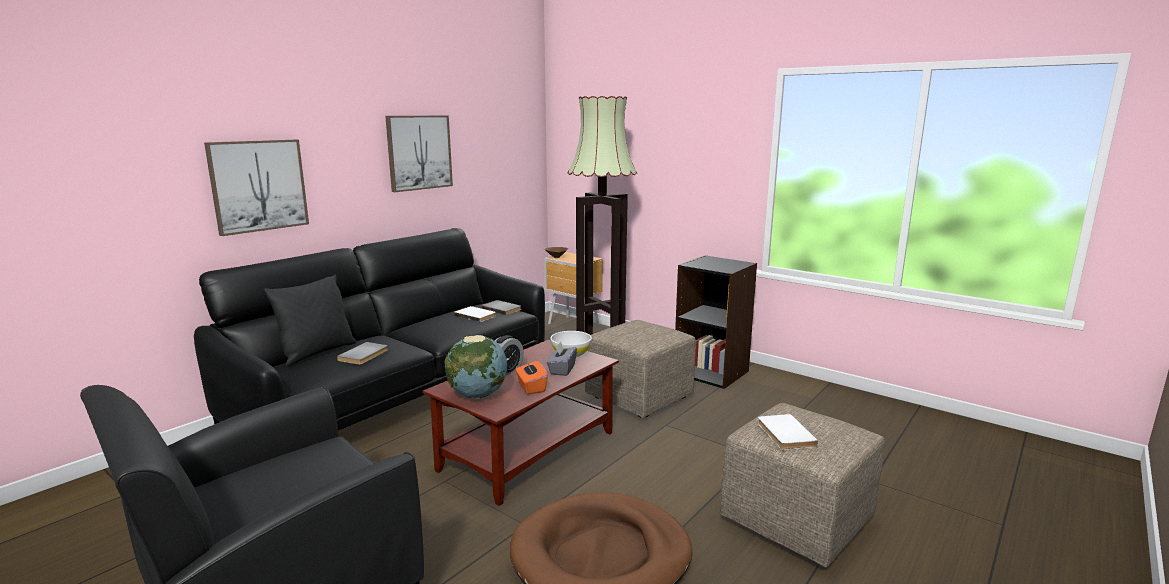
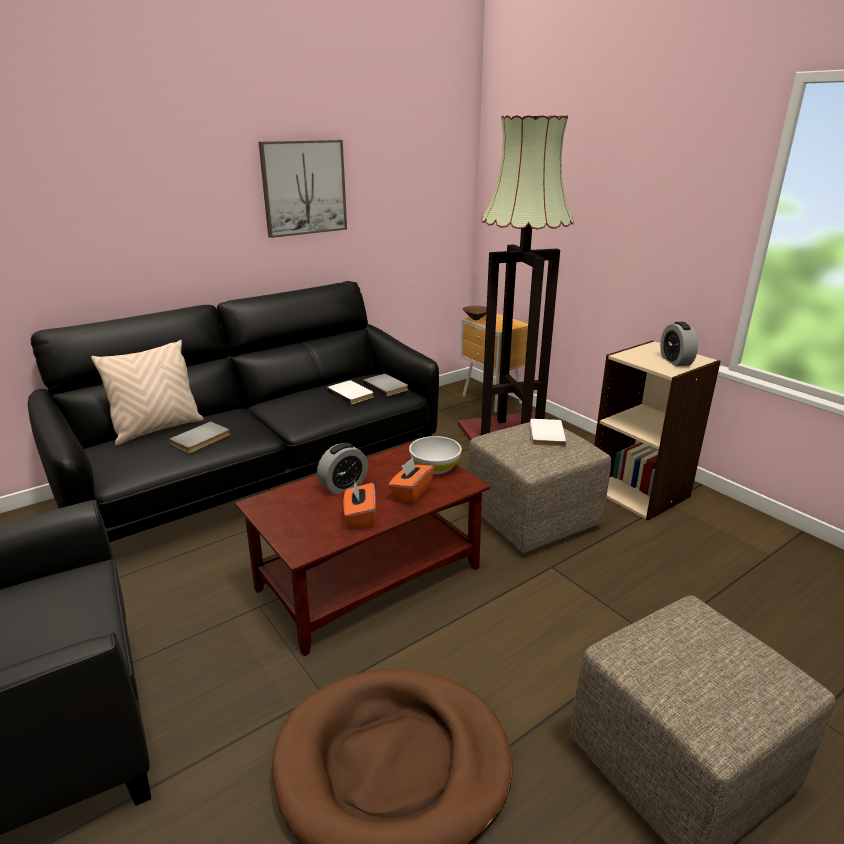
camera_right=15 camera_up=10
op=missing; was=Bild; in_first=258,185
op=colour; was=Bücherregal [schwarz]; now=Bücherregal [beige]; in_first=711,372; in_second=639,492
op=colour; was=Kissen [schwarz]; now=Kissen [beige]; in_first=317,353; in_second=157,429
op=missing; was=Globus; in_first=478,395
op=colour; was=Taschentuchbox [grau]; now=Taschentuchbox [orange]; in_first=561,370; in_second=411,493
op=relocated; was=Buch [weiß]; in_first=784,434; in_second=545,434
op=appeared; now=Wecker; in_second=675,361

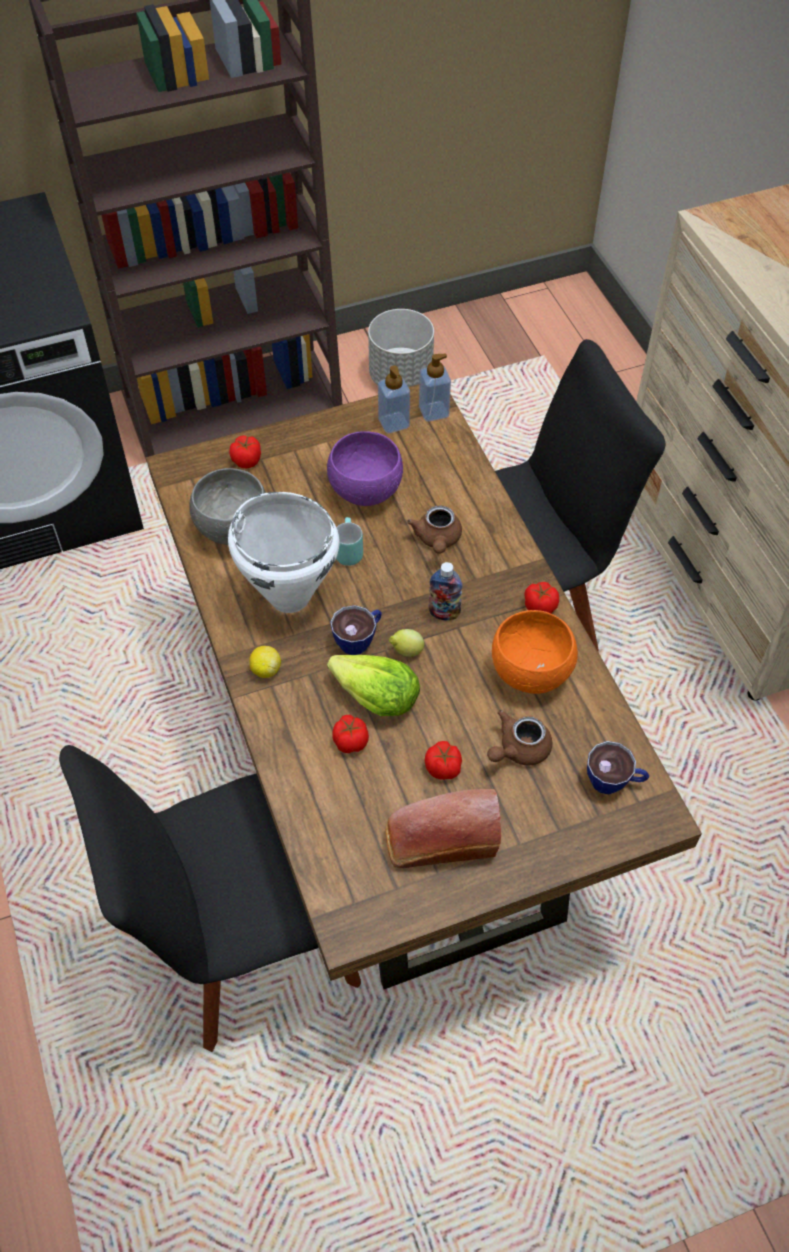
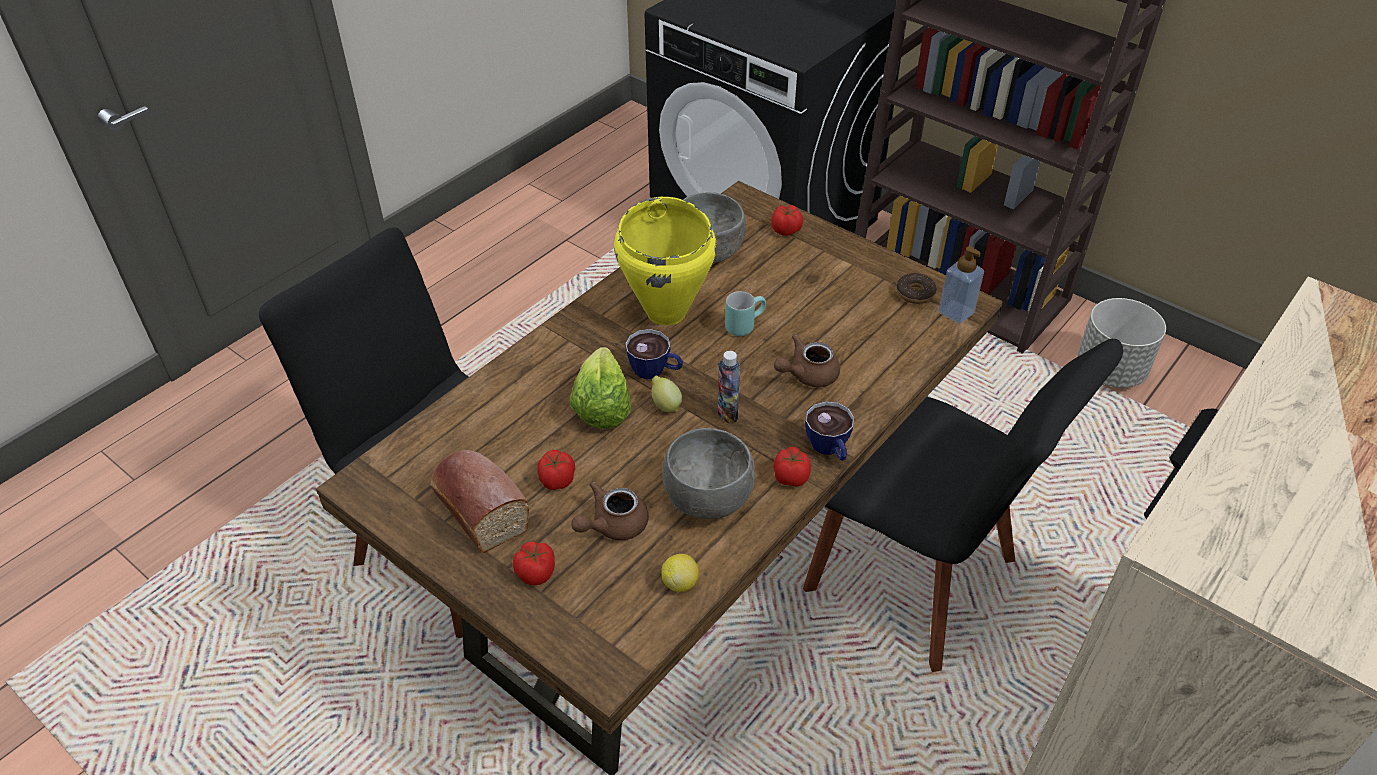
camera_right=60 camera_up=-10
op=exchanged; was=Seifenspender; now=Donut; in_first=393,423; in_second=915,293
op=missing; was=Schüssel [lila]; in_first=366,492
op=colour; was=Kochtopf [weiß]; now=Kochtopf [gelb]; in_first=289,596; in_second=667,312
op=colour; was=Schüssel [orange]; now=Schüssel [grau]; in_first=531,671; in_second=709,500
op=relocated; was=Zitrone; in_first=266,670; in_second=680,583
op=spun; was=Teekanne [braun]; in_first=518,749; in_second=612,525; clockwise=-60
op=relocated; was=Tomate; in_first=350,741; in_second=536,572
op=relocated; was=Tasse; in_first=614,782; in_second=829,449

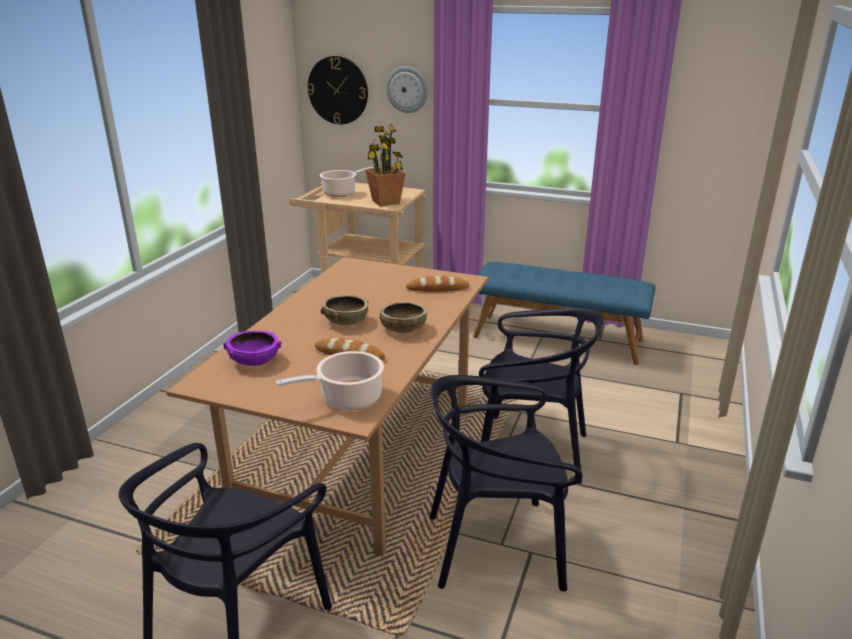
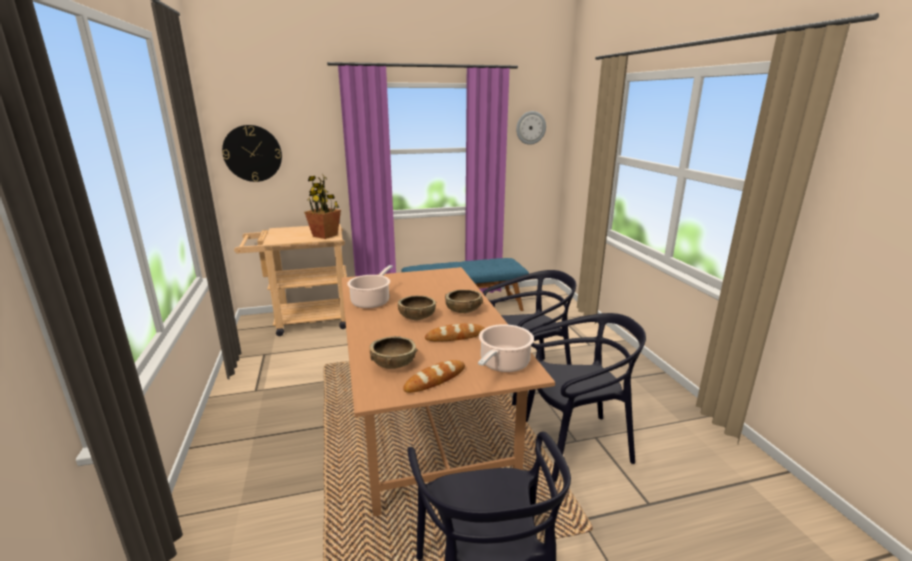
camera_right=-35 camera_up=-5
op=relocated; was=Wanduhr; in_first=407,89; in_second=530,127
op=relocated; was=Kochtopf; in_first=341,193; in_second=372,301
op=relocated; was=Brot; in_first=437,288; in_second=435,379
op=colour; was=Schüssel [lila]; now=Schüssel [braun]; in_first=254,361; in_second=393,364
op=spun; was=Stuhl [schwarz]; in_first=495,547; in_second=575,444; clockwise=-150

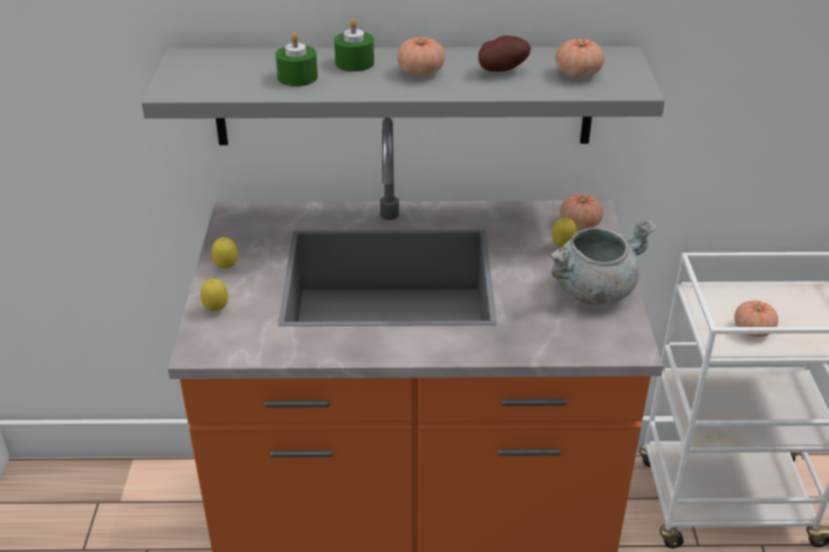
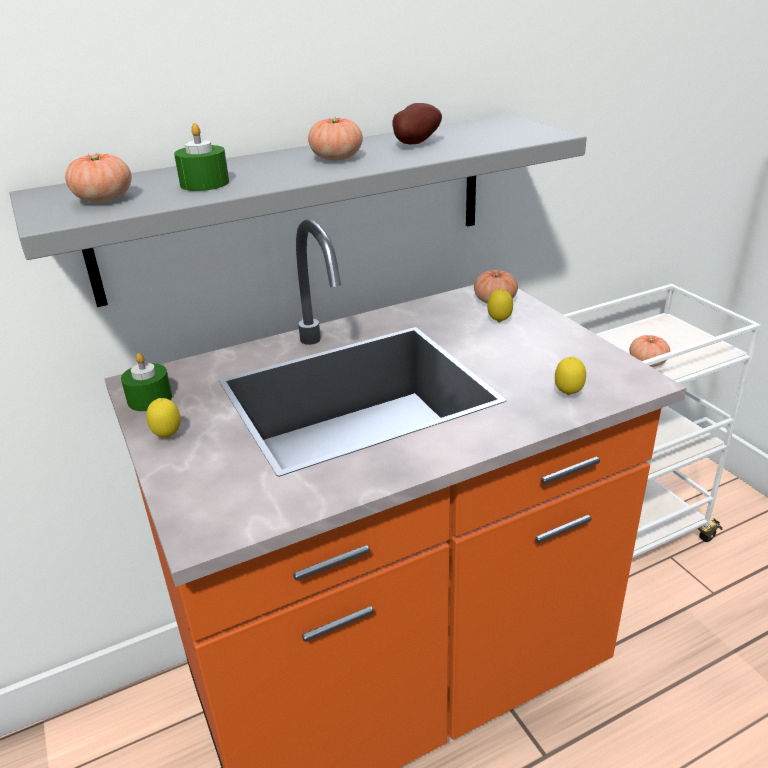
camera_right=-25 camera_up=-5
op=relocated; was=Kerze [grün]; in_first=354,63; in_second=150,399
op=relocated; was=Tomate; in_first=578,74; in_second=104,199
op=missing; was=Kochtopf [grau]; in_first=593,291
op=relocated; was=Zitrone; in_first=216,310; in_second=568,394

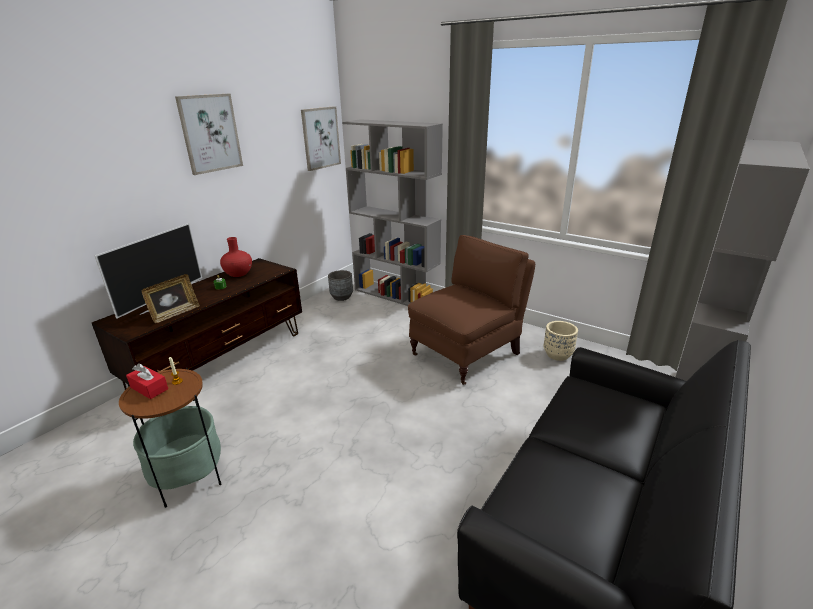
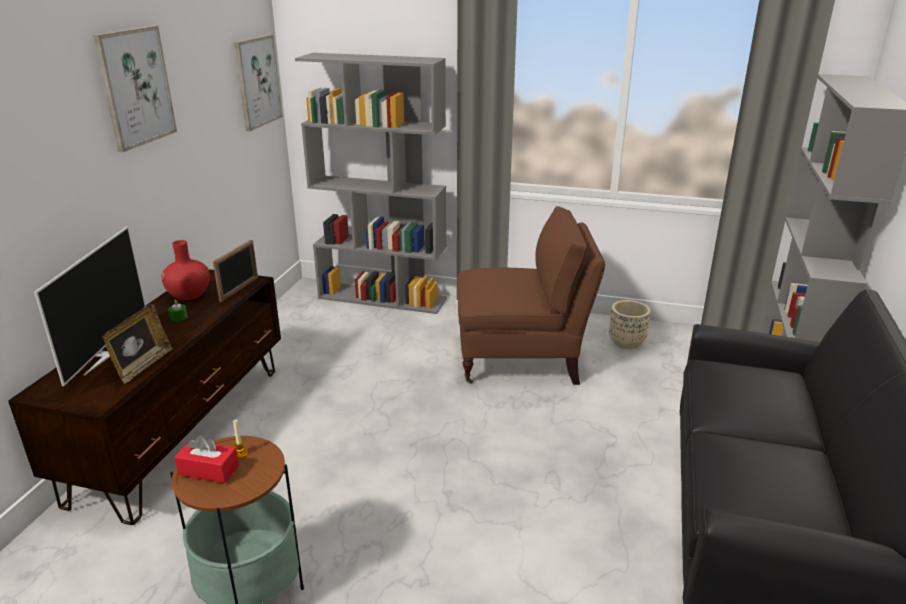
camera_right=-20 camera_up=0
op=spun; was=Sessel [braun]; in_first=467,353; in_second=522,359; clockwise=60
op=missing; was=Pflanzkübel [grau]; in_first=341,297
op=appeared; now=Bilderrahmen; in_second=239,289

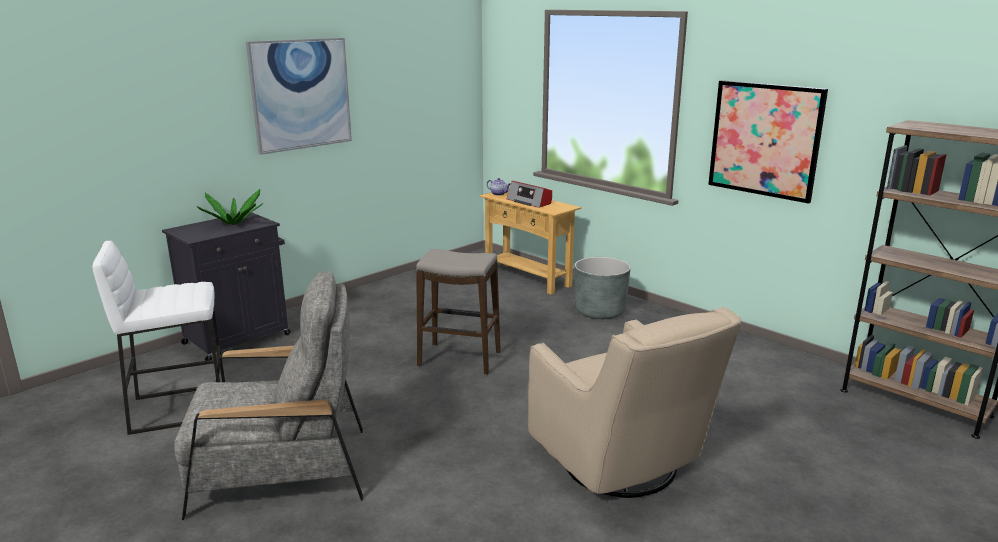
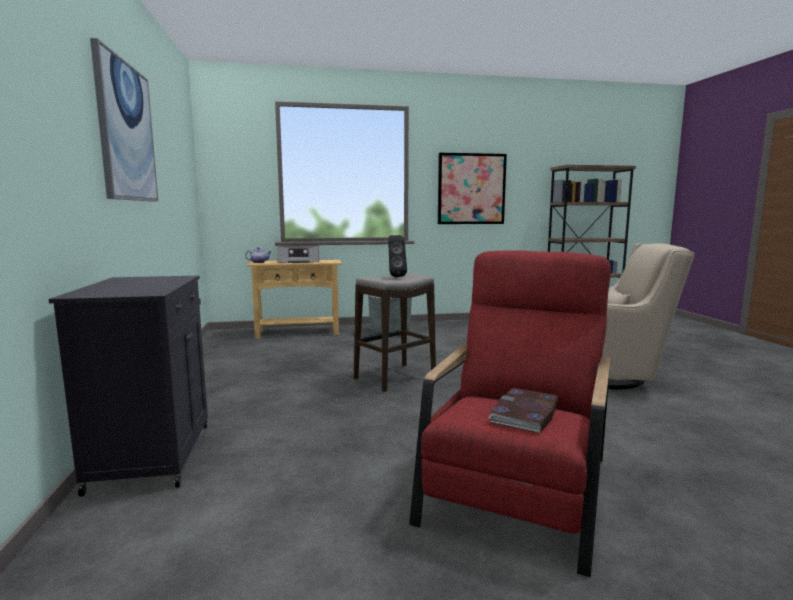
camera_right=-55 camera_up=-10
op=missing; was=Topfpflanze; in_first=233,223
op=missing; was=Hocker [weiß]; in_first=180,407
op=colour; was=Sessel [grau]; now=Sessel [rot]; in_first=280,470; in_second=517,490
op=appeared; now=Lautsprecher [schwarz]; in_second=396,277
op=appeared; now=Buch; in_second=525,414

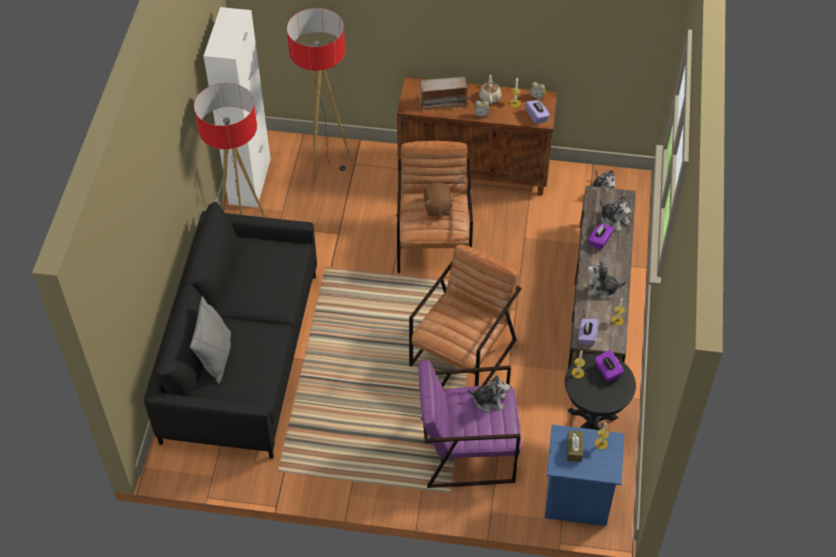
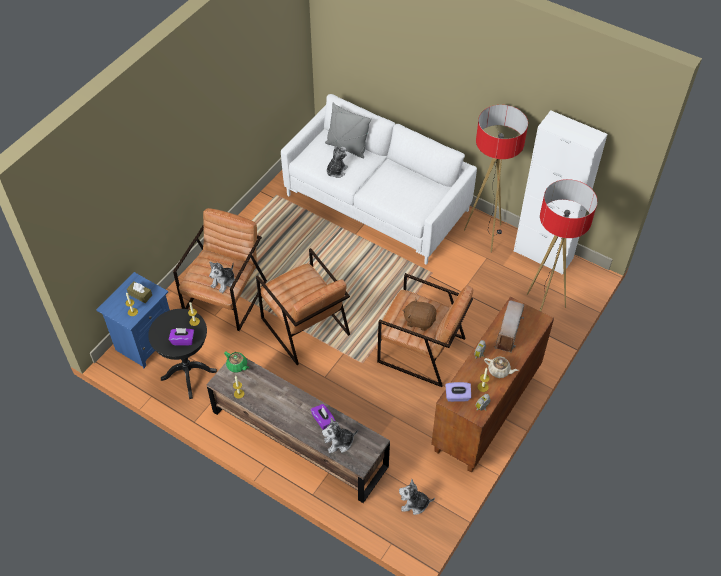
camera_right=115 camera_up=0
op=colour; was=Sofa [schwarz]; now=Sofa [weiß]; in_first=241,356; in_second=377,203
op=relocated; was=Plüschtier; in_first=602,289; in_second=336,171
op=exchanged; was=Taschentuchbox [lila]; now=Teekanne [grün]; in_first=587,336; in_second=237,366
op=colour; was=Sessel [lila]; now=Sessel [braun]; in_first=467,449; in_second=226,296

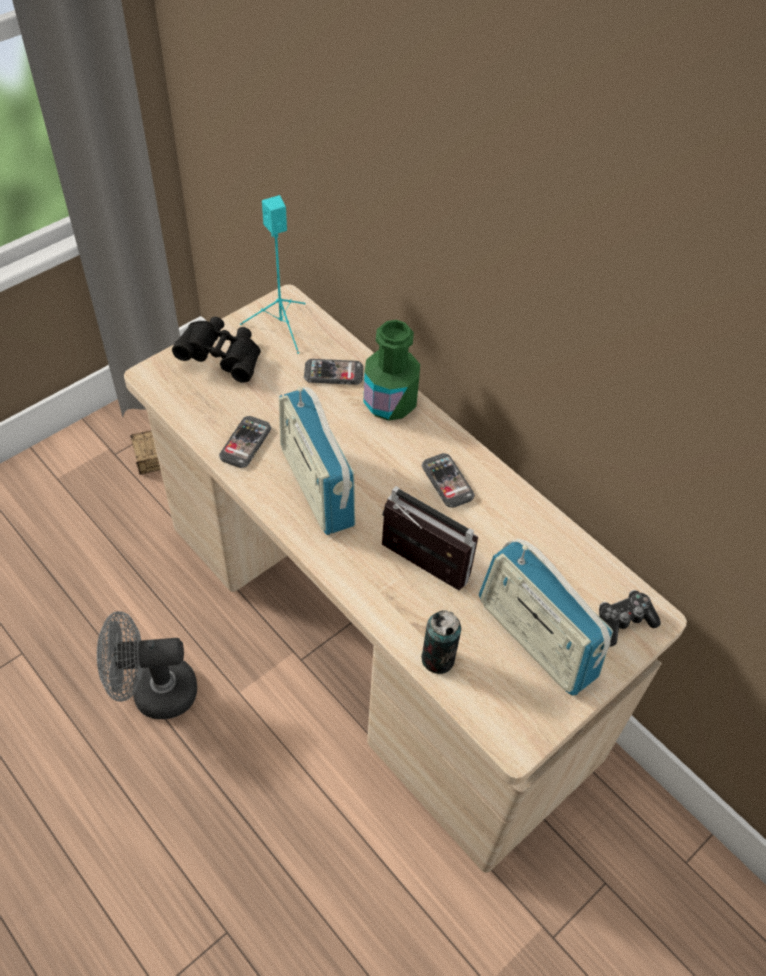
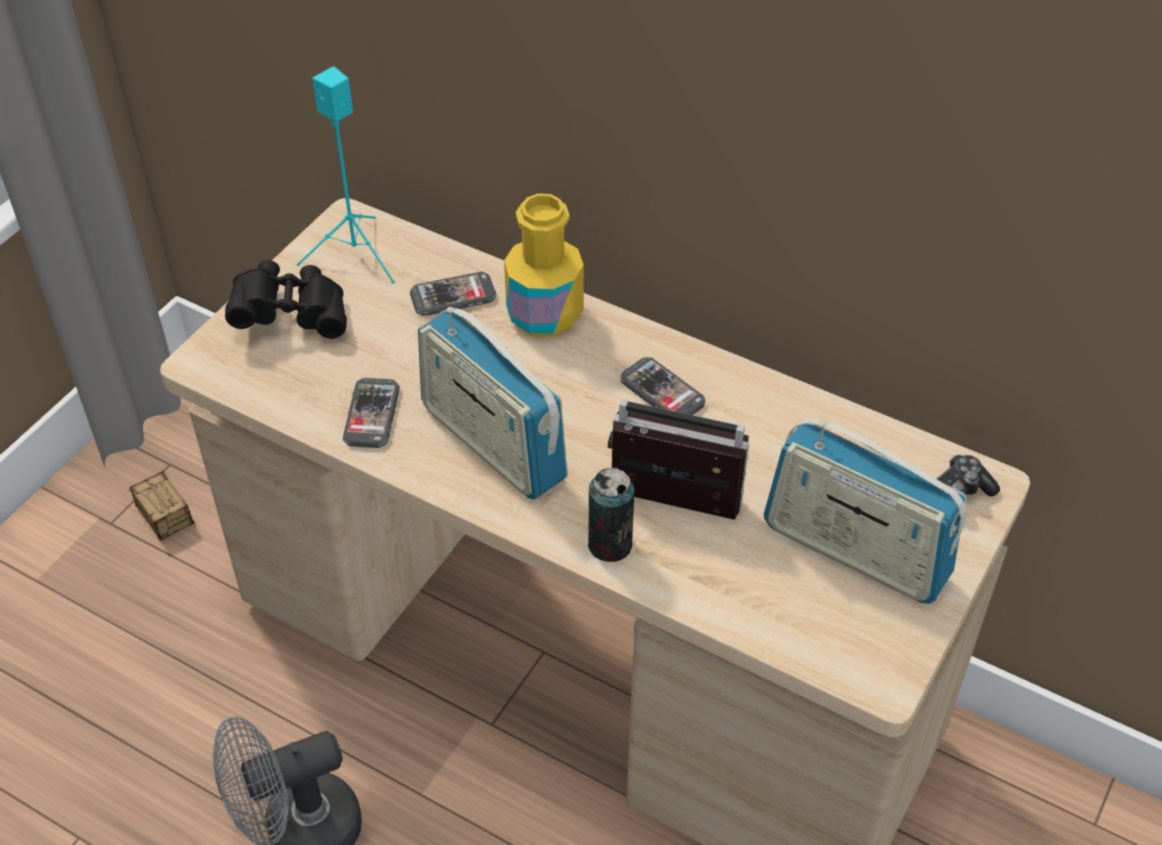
camera_right=-15 camera_up=-5
op=colour; was=Flasche [grün]; now=Flasche [gelb]; in_first=390,402; in_second=545,314
op=relocated; was=Dose; in_first=437,659; in_second=610,545

